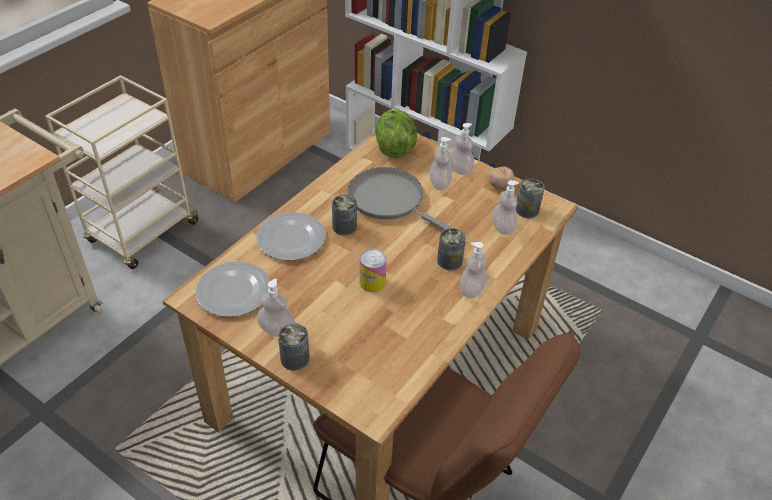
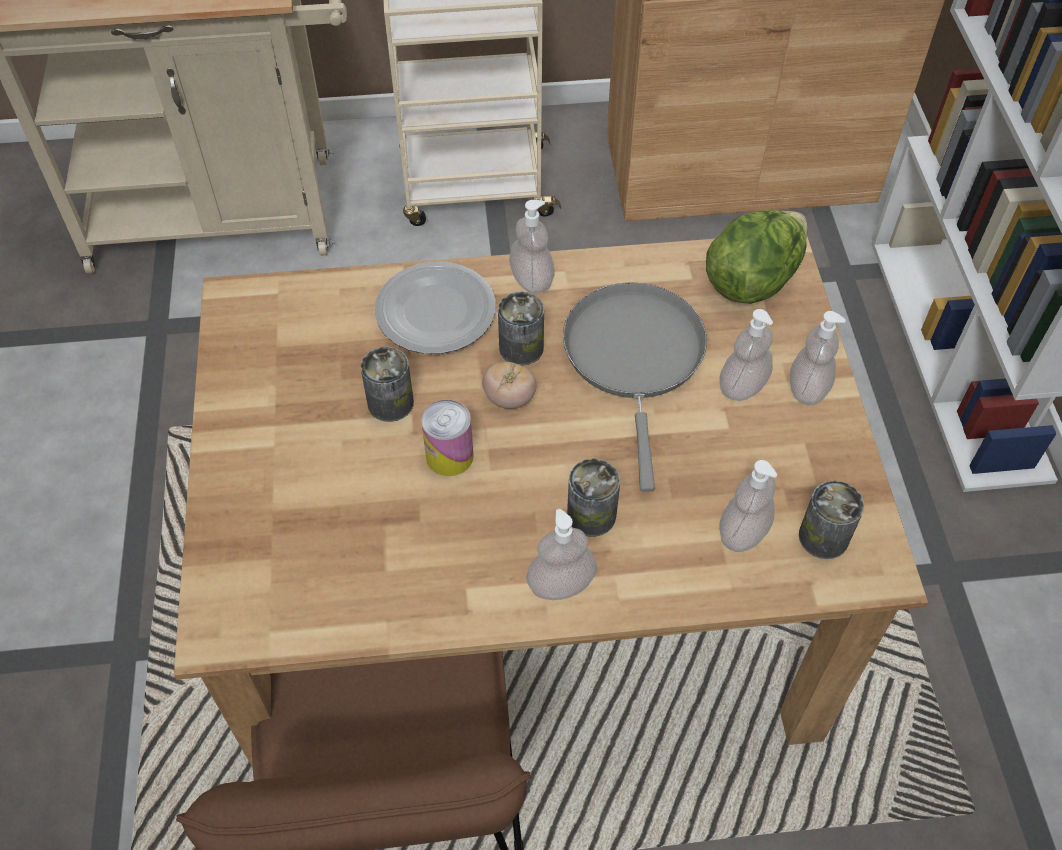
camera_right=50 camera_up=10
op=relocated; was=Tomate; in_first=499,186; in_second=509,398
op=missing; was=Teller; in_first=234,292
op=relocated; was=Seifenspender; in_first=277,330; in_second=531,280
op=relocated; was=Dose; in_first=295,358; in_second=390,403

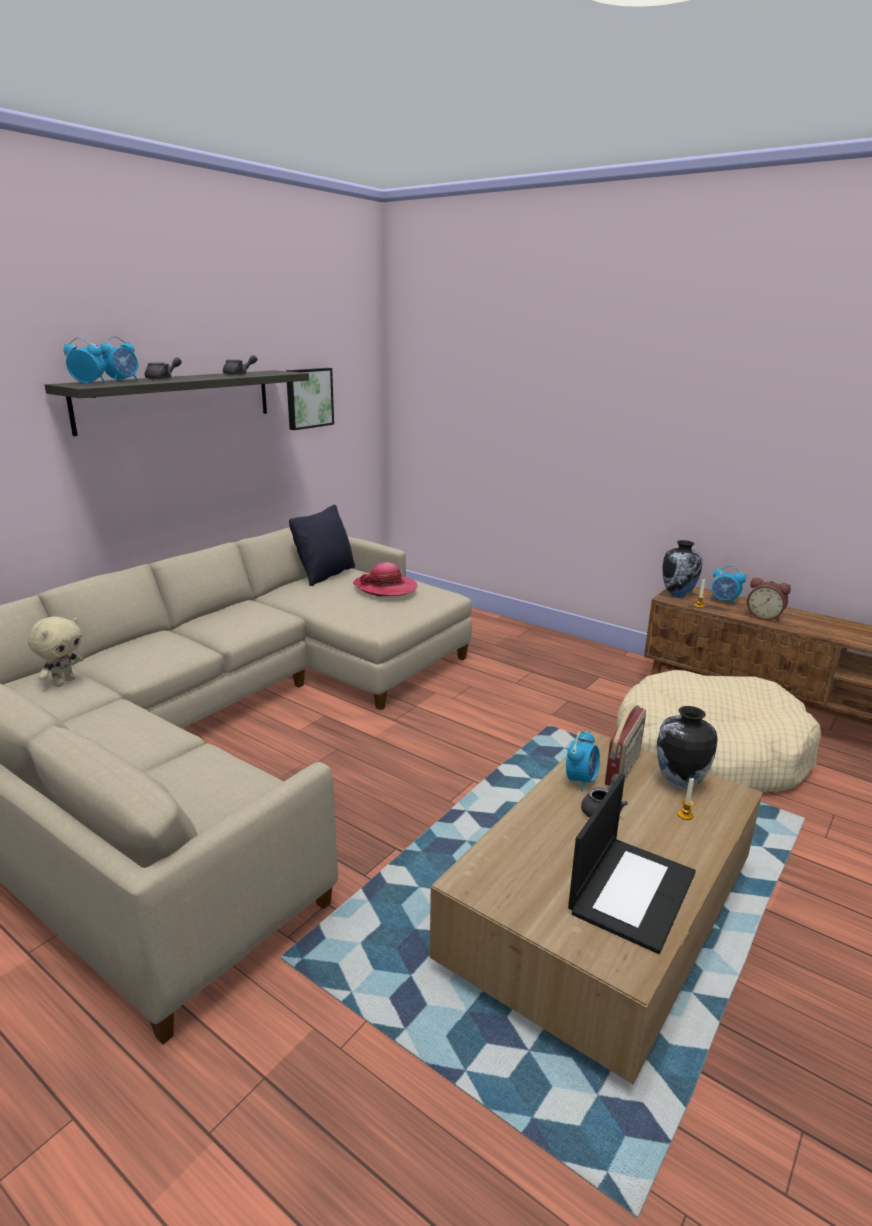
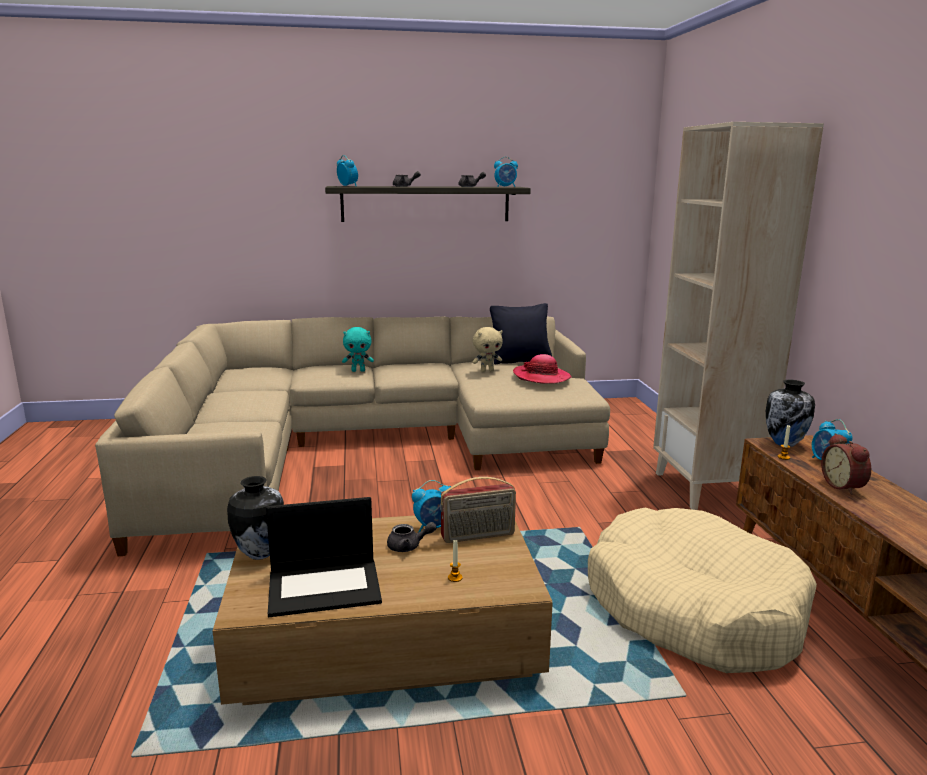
camera_right=45 camera_up=-5
op=relocated; was=Wecker; in_first=123,381; in_second=505,187
op=missing; was=Bild; in_first=308,398
op=relocated; was=Plüschtier [beige]; in_first=64,682; in_second=487,371
op=relocated; was=Vase; in_first=679,783; in_second=259,553
op=appeared; now=Bücherregal [beige]; in_second=707,489
op=appeared; now=Plüschtier [türkis]; in_second=358,371

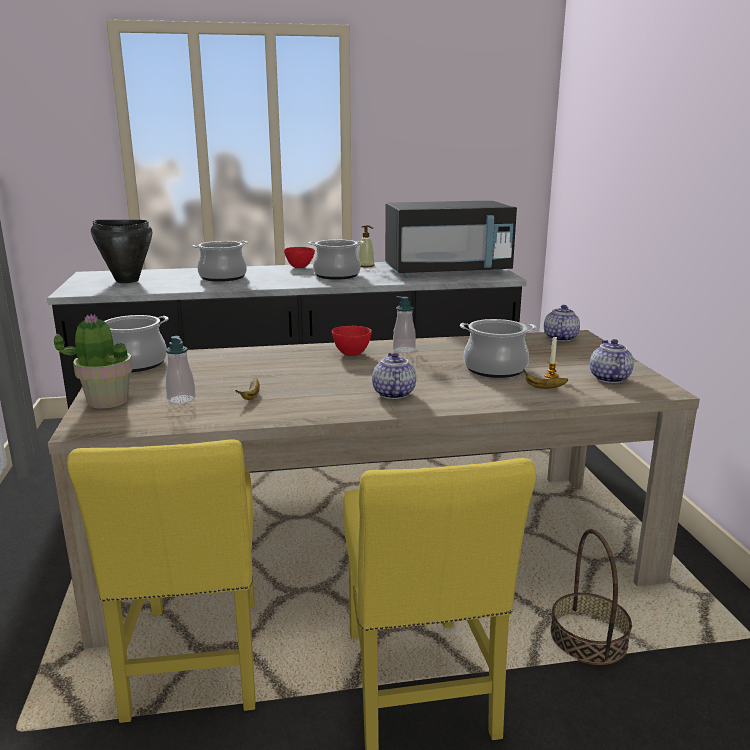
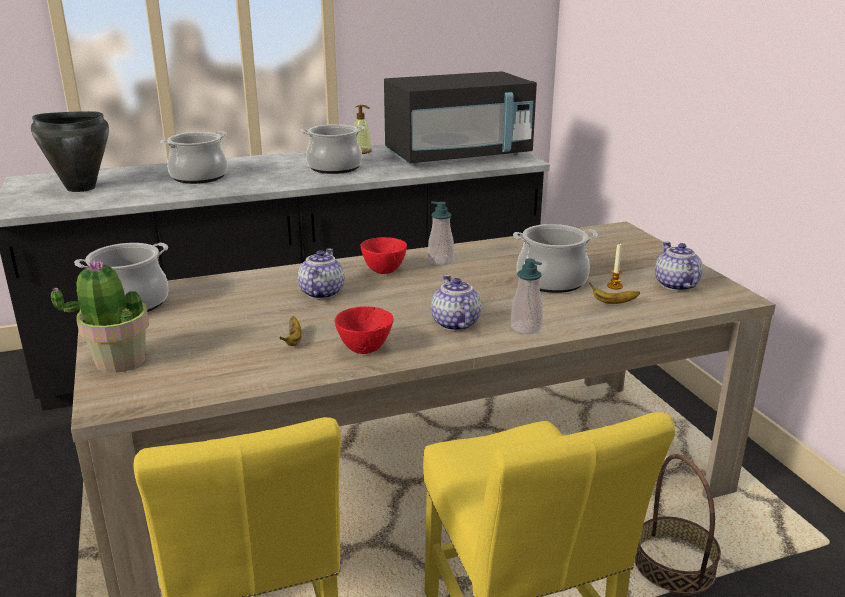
camera_right=-10 camera_up=5
op=relocated; was=Schüssel [rot]; in_first=299,267; in_second=364,349
op=relocated; was=Teekanne; in_first=559,338; in_second=321,293
op=relocated; was=Seifenspender; in_first=181,399; in_second=525,328

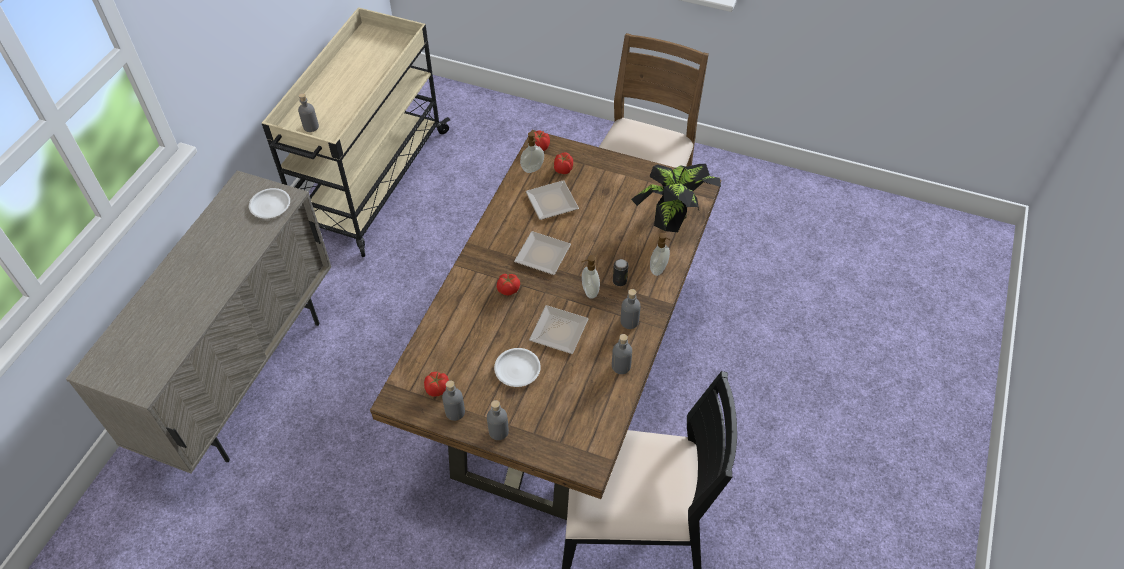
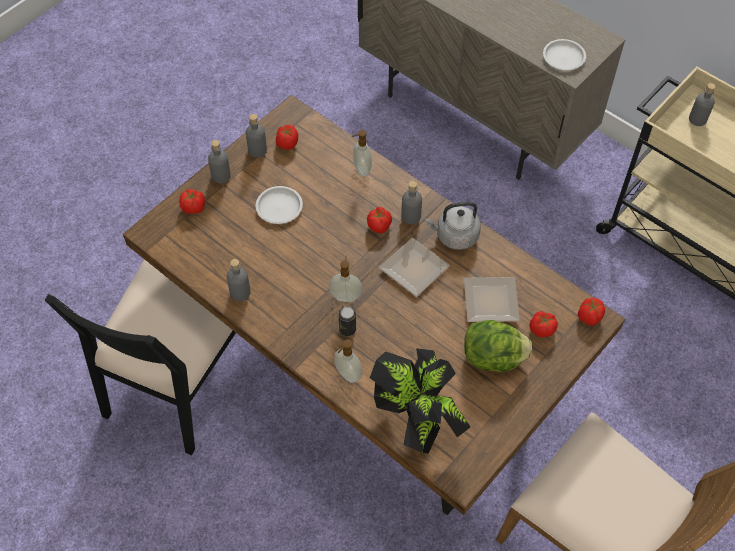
camera_right=110 camera_up=5
op=relocated; was=Seifenspender; in_first=533,169; in_second=361,169
op=relocated; was=Flasche [grau]; in_first=629,321; in_second=411,216
op=missing; was=Teller; in_first=559,333
op=appeared; now=Tomate; in_second=194,208
op=appeared; now=Wasserkessel [grau]; in_second=454,236
op=appeared; now=Salatkopf; in_second=494,358

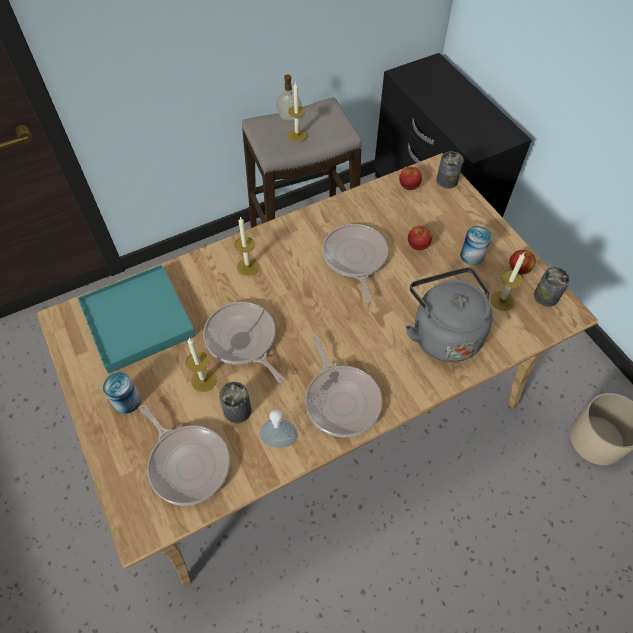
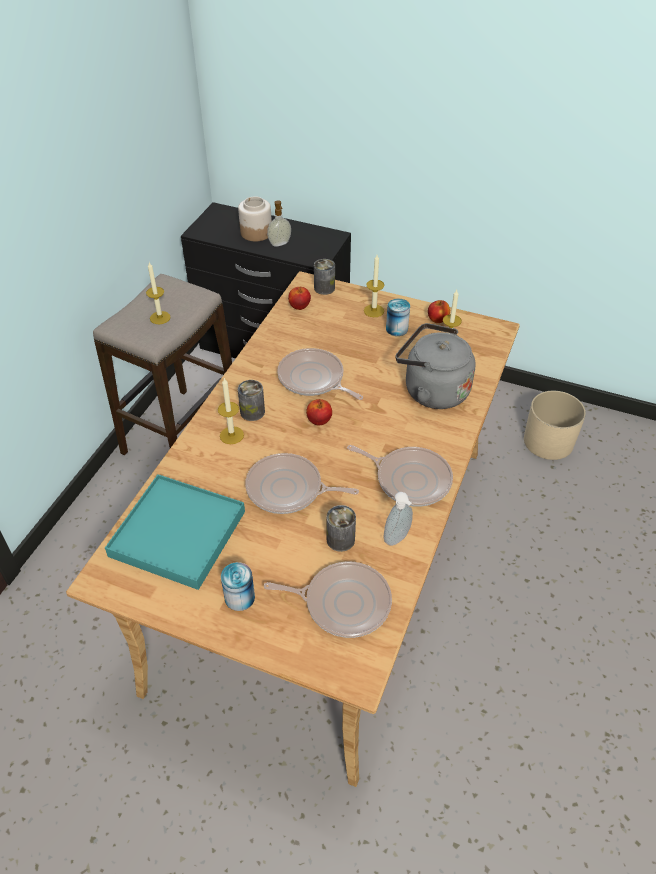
camera_right=-40 camera_up=-10
op=relocated; was=Seifenspender; in_first=289,118; in_second=280,244
op=relocated; was=Apfel; in_first=418,245; in_second=319,420
op=relocated; was=Dose; in_first=546,296; in_second=252,412
op=relocated; was=Kerze; in_first=203,380; in_second=374,310
op=appeared; now=Vorratsglas; in_second=256,232

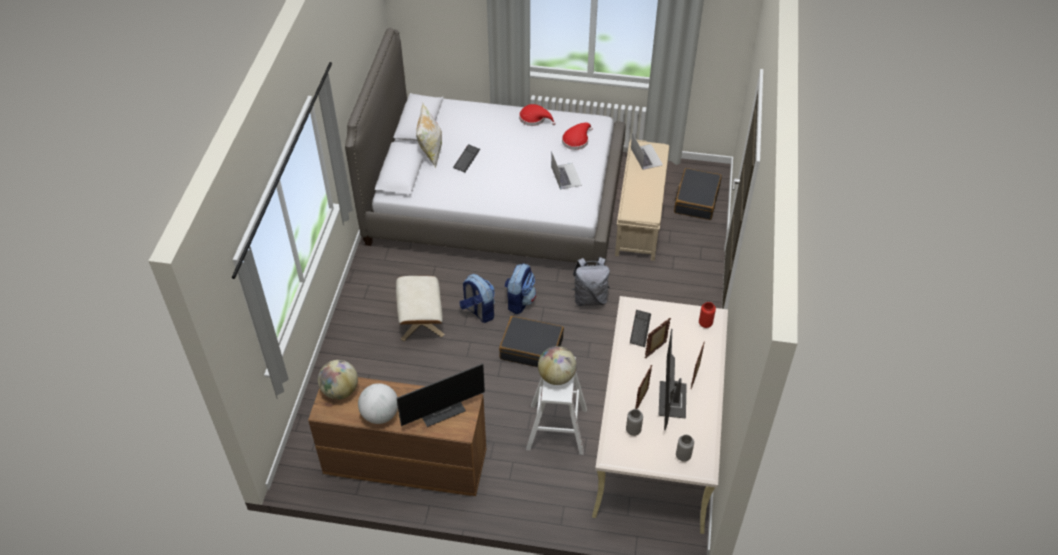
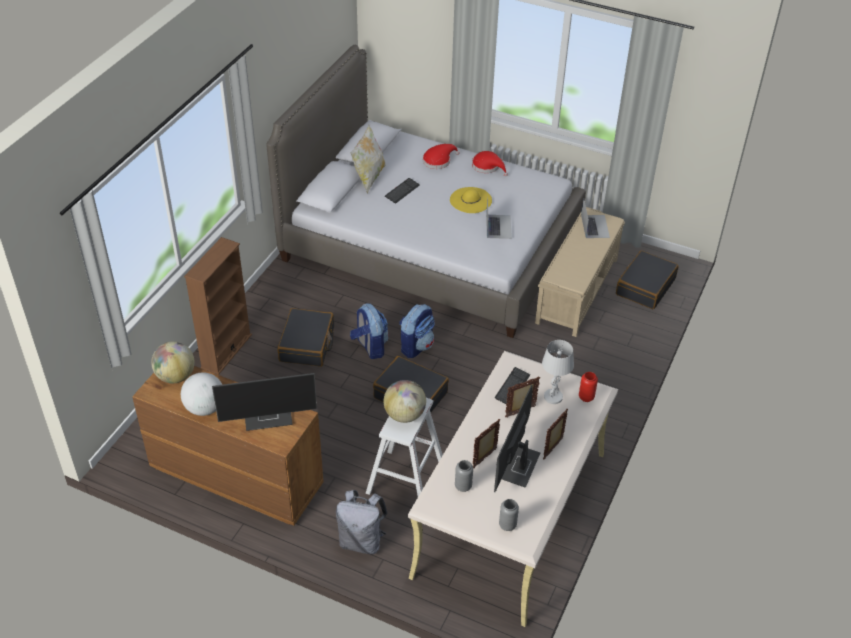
camera_right=15 camera_up=-5
op=relocated; was=Hut [rot]; in_first=576,140; in_second=438,161
op=relocated; was=Rucksack [grau]; in_first=590,298; in_second=361,541
op=exchanged; was=Polsterhocker [beige]; now=Koffer [schwarz]; in_first=421,322; in_second=307,344
op=appeared; now=Hut [gelb]; in_second=470,200
op=appeared; now=Bücherregal [braun]; in_second=226,351
op=appeared; now=Tischlampe [weiß]; in_second=553,397

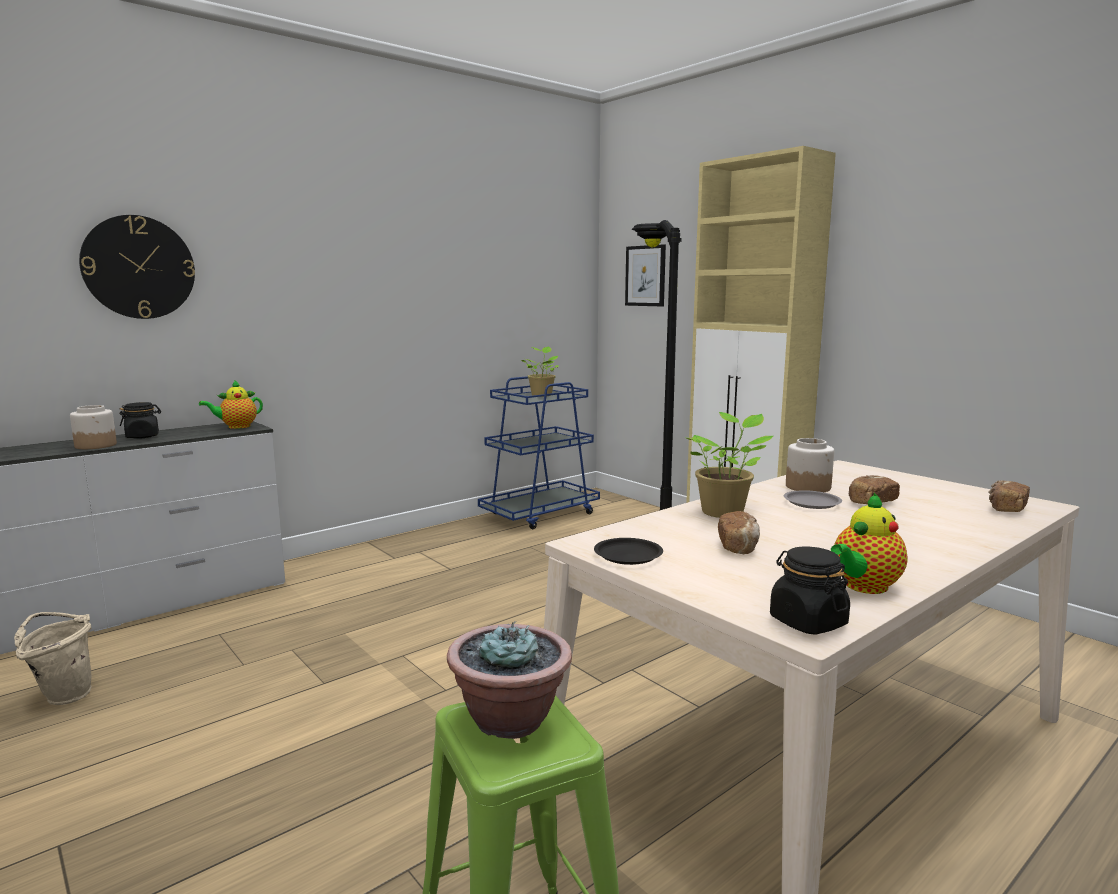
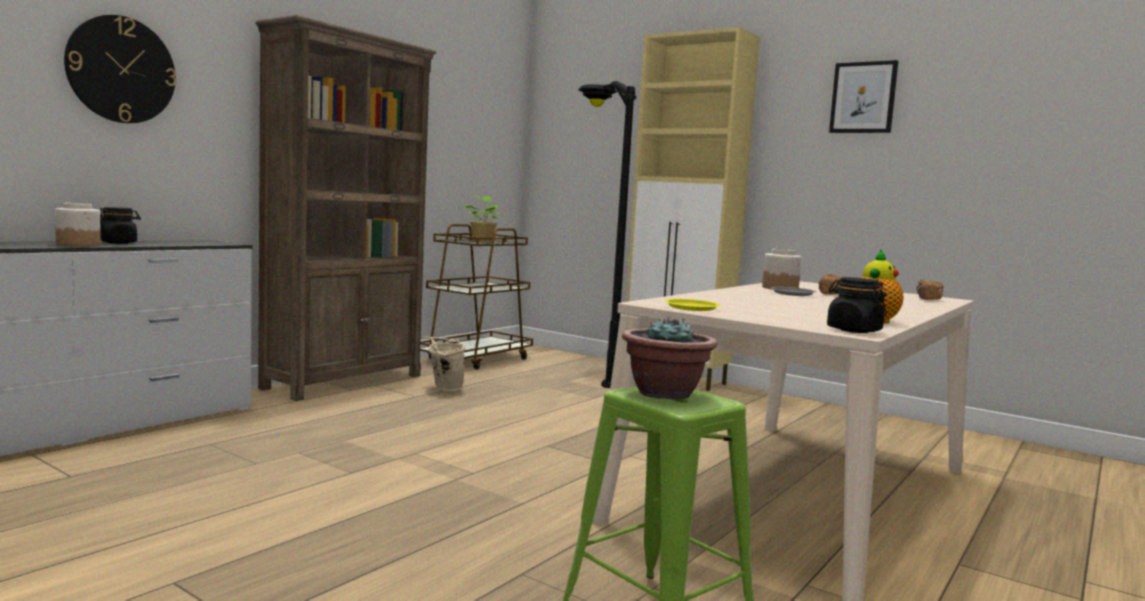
camera_right=-15 camera_up=-5
op=relocated; was=Bild; in_first=645,276; in_second=863,97
op=colour; was=Rollwagen [blau]; now=Rollwagen [braun]; in_first=540,514; in_second=476,359
op=missing; was=Teekanne; in_first=236,427
op=missing; was=Topfpflanze; in_first=724,511
op=missing; was=Brot; in_first=738,546
op=colour; was=Teller [schwarz]; now=Teller [gelb]; in_first=628,555; in_second=692,308
op=relocated; was=Eimer [beige]; in_first=63,695; in_second=443,389
op=appeared; now=Bücherregal [braun]; in_second=344,381

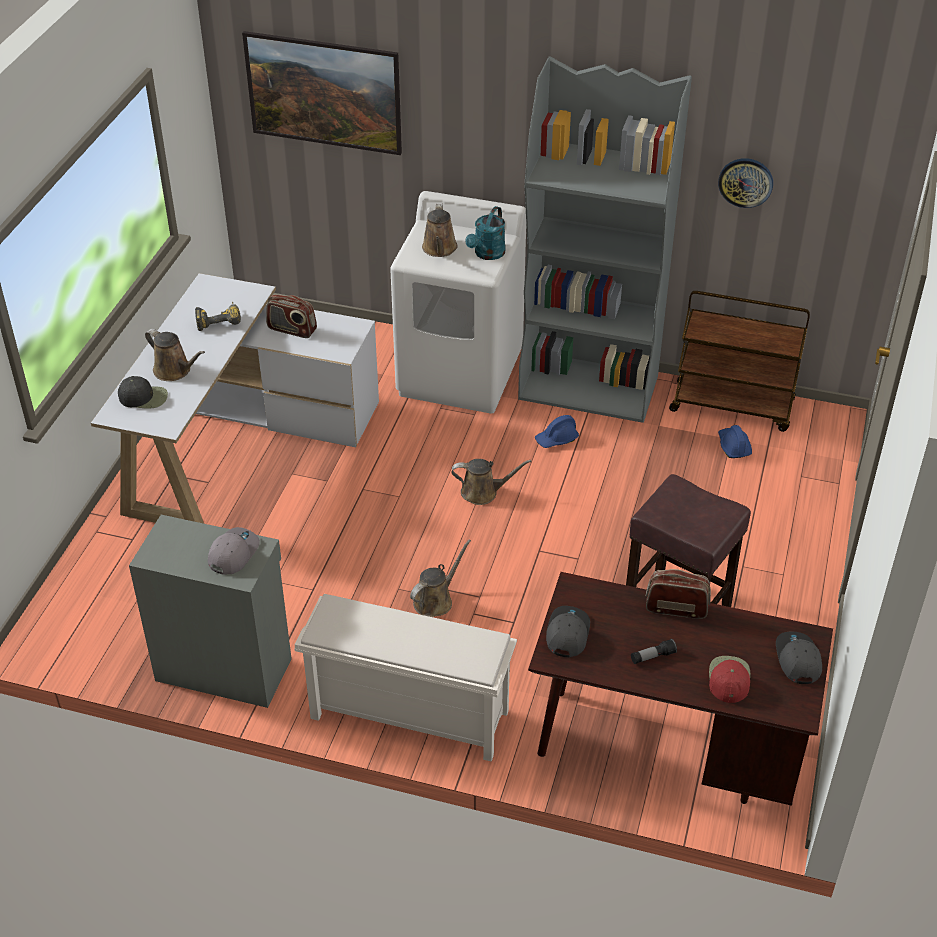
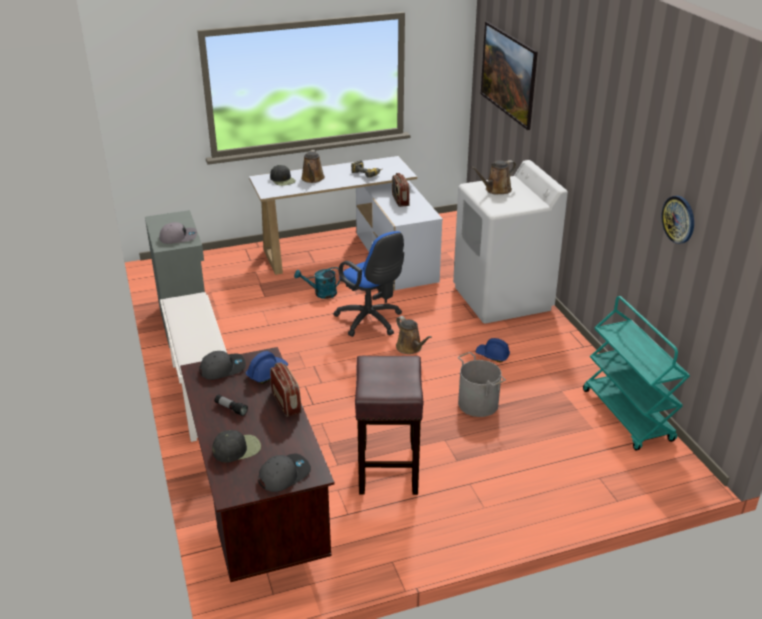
camera_right=55 camera_up=-10
op=missing; was=Bücherregal [grau]; in_first=589,388
op=relocated; was=Gießkanne [türkis]; in_first=487,254; in_second=321,293
op=colour; was=Rollwagen [braun]; now=Rollwagen [türkis]; in_first=733,406; in_second=628,416
op=relocated; was=Schutzhelm [blau]; in_first=733,446; in_second=267,373
op=missing; was=Gießkanne [braun]; in_first=436,600
op=colour; was=Kappe [rot]; now=Kappe [schwarz]; in_first=728,679; in_second=237,449
op=appeared; now=Bürostuhl [blau]; in_second=371,322
op=appeared; now=Eimer [grau]; in_second=477,404

